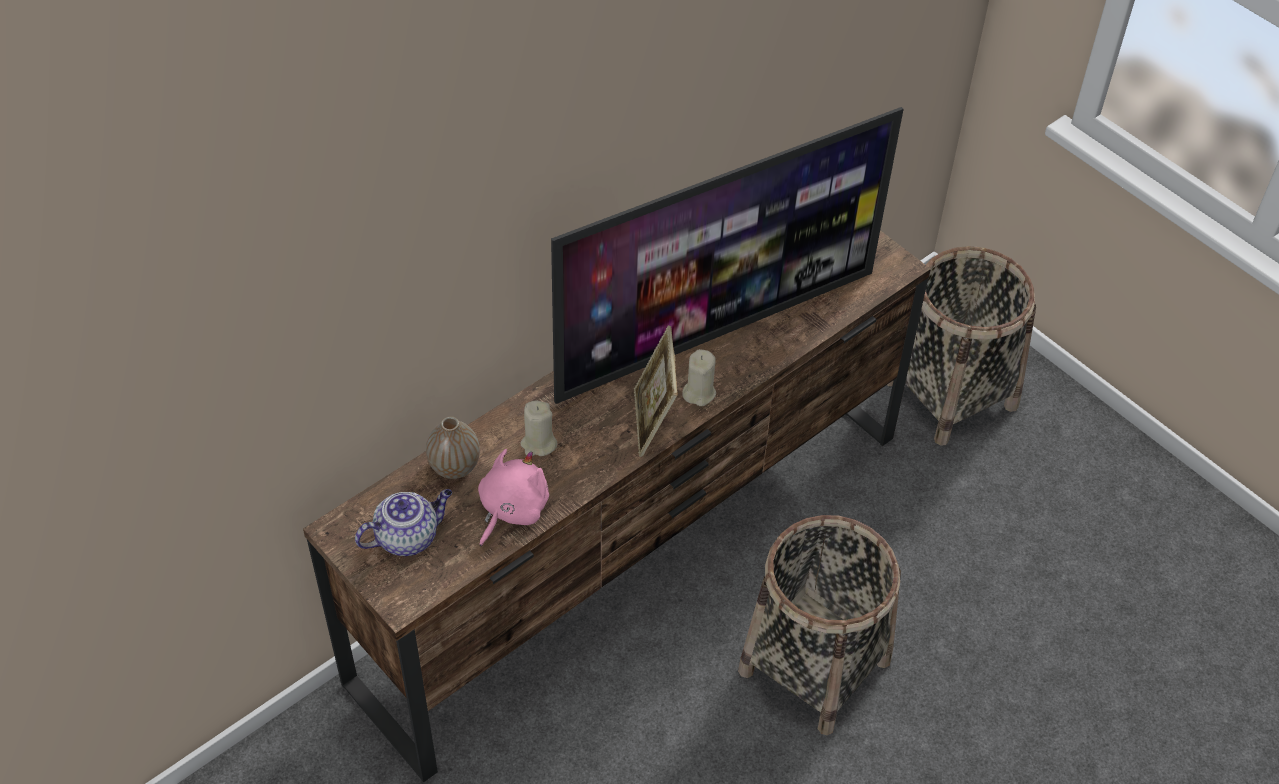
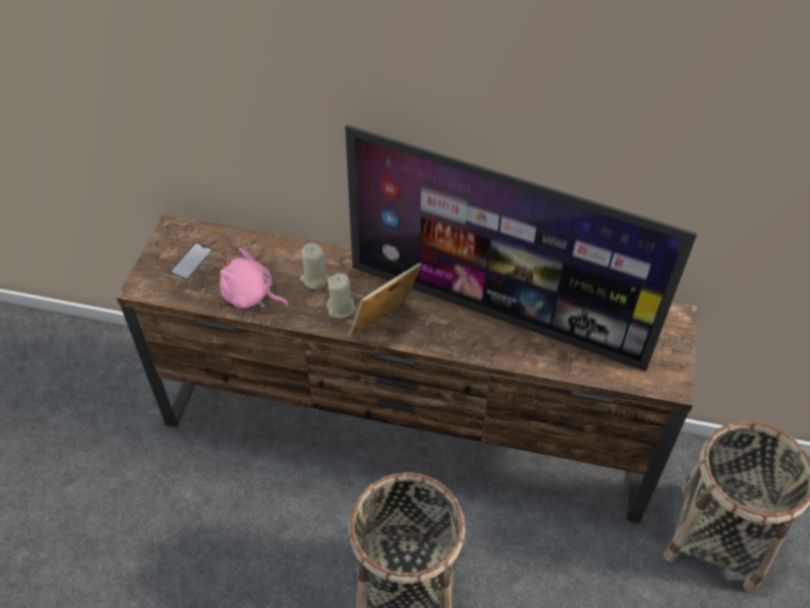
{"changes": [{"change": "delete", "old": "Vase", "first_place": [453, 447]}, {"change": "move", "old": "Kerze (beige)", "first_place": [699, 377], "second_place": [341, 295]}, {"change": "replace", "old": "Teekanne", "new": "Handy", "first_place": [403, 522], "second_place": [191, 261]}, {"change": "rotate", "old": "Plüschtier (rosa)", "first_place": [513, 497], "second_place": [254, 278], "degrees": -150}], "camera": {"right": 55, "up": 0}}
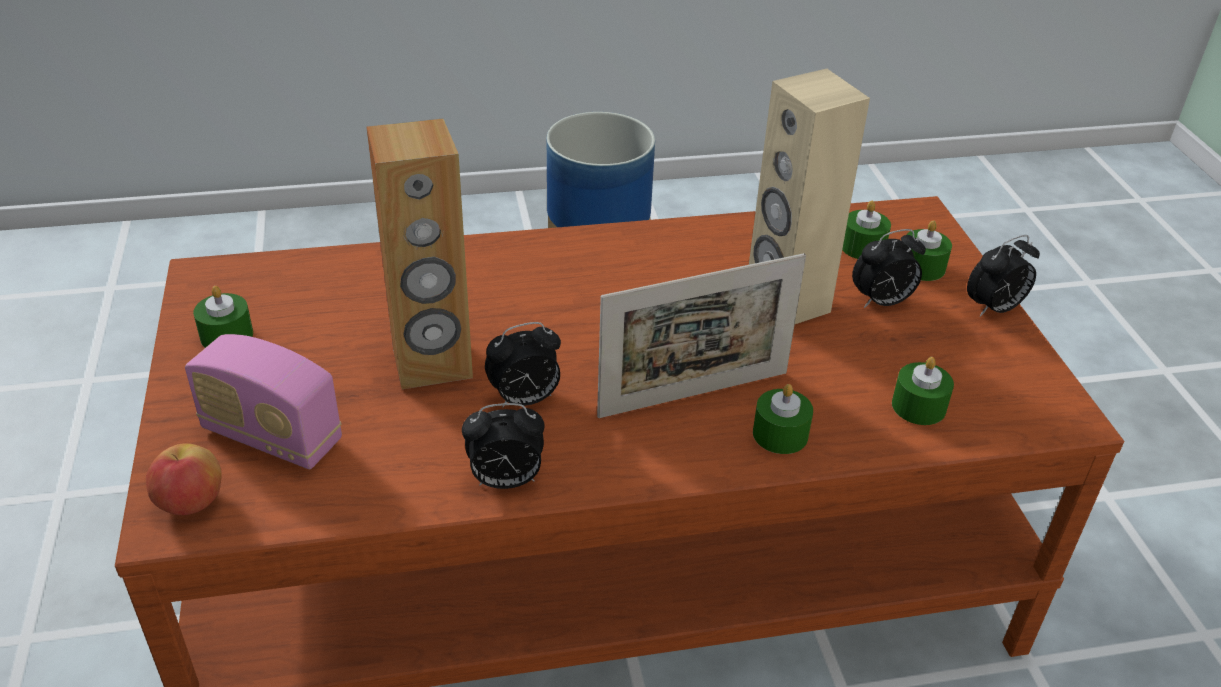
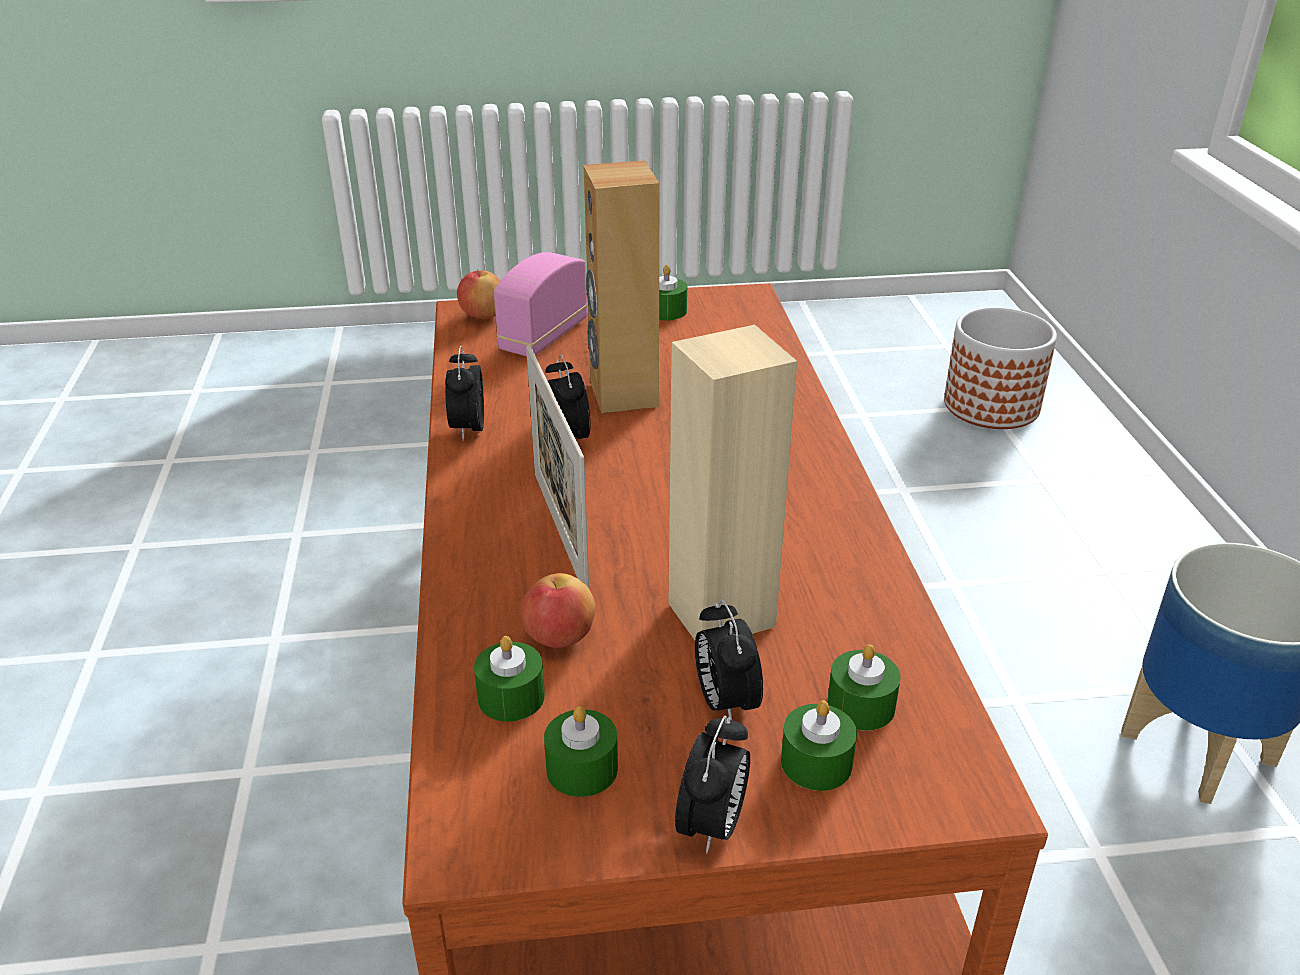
{"changes": [{"change": "insert", "new": "Apfel", "second_place": [558, 610]}, {"change": "insert", "new": "Pflanzkübel", "second_place": [1000, 368]}, {"change": "move", "old": "Kerze (grün)", "first_place": [783, 419], "second_place": [581, 751]}, {"change": "rotate", "old": "Wecker", "first_place": [1003, 276], "second_place": [712, 784], "degrees": -135}], "camera": {"right": 95, "up": -5}}
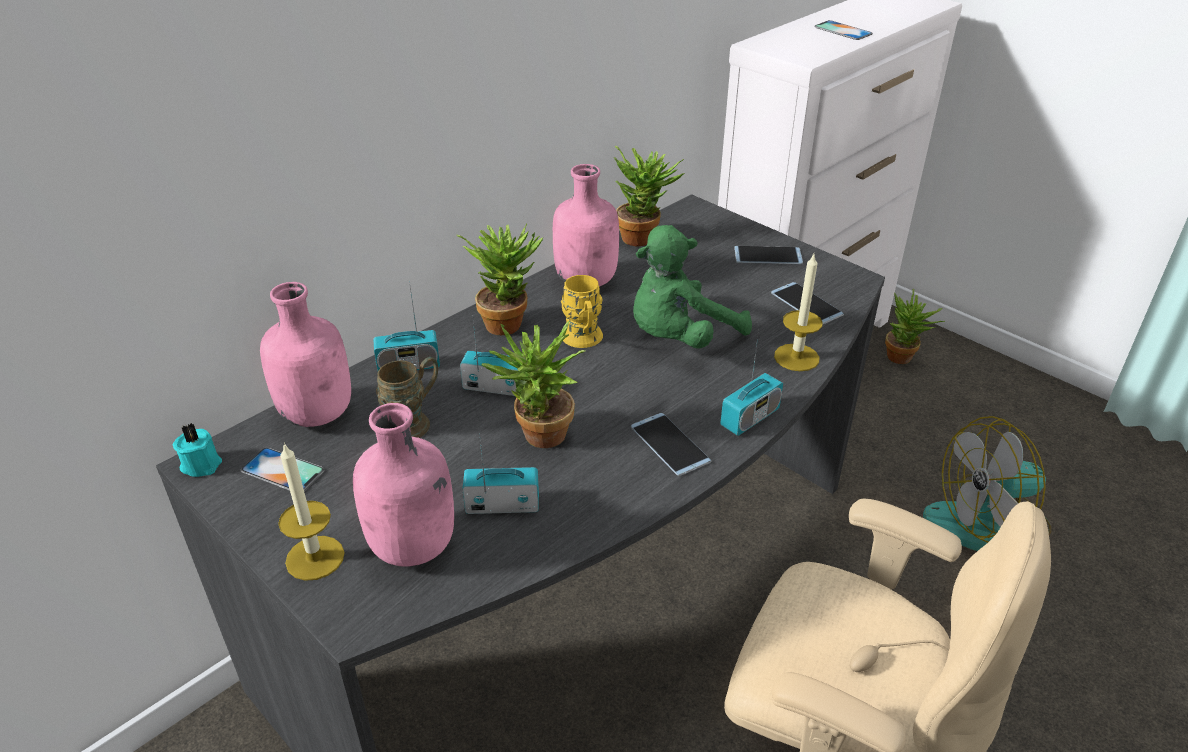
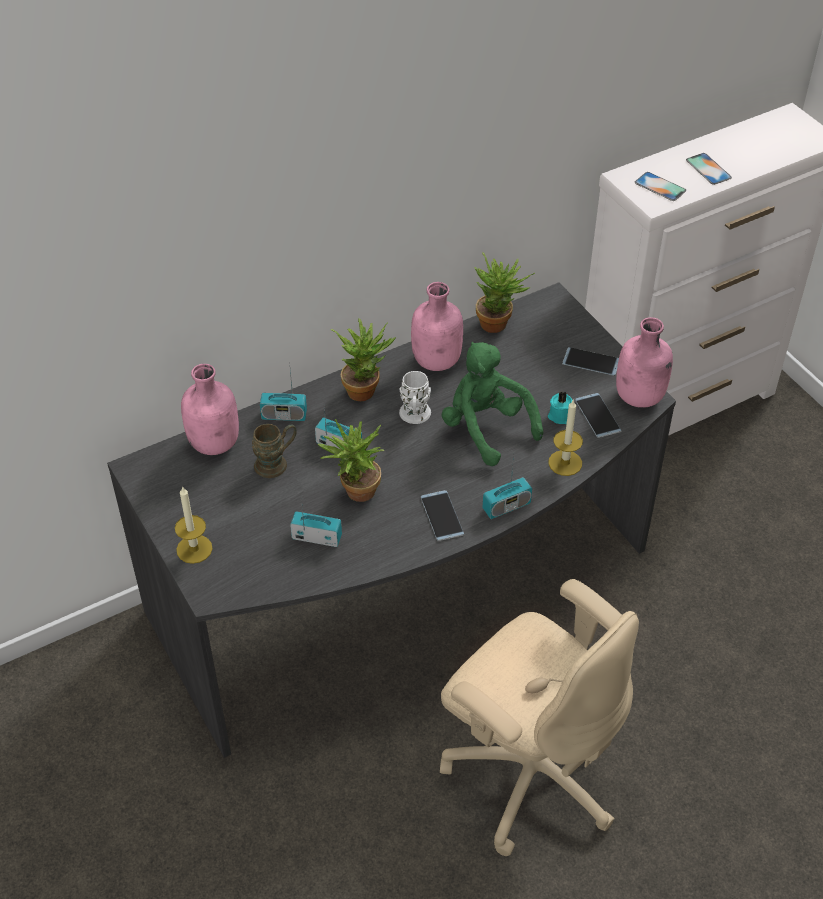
{"changes": [{"change": "delete", "old": "Topfpflanze", "first_place": [915, 326]}, {"change": "delete", "old": "Ventilator", "first_place": [987, 483]}, {"change": "move", "old": "Kerze (türkis)", "first_place": [197, 450], "second_place": [560, 407]}, {"change": "move", "old": "Handy", "first_place": [282, 469], "second_place": [660, 186]}, {"change": "move", "old": "Flasche (rosa)", "first_place": [403, 485], "second_place": [644, 362]}, {"change": "recolor", "old": "Henkelbecher (gelb)", "new": "Henkelbecher (weiß)", "first_place": [582, 311], "second_place": [415, 397]}, {"change": "rotate", "old": "Plüschtier (grün)", "first_place": [692, 287], "second_place": [492, 404], "degrees": 75}], "camera": {"right": 15, "up": 10}}
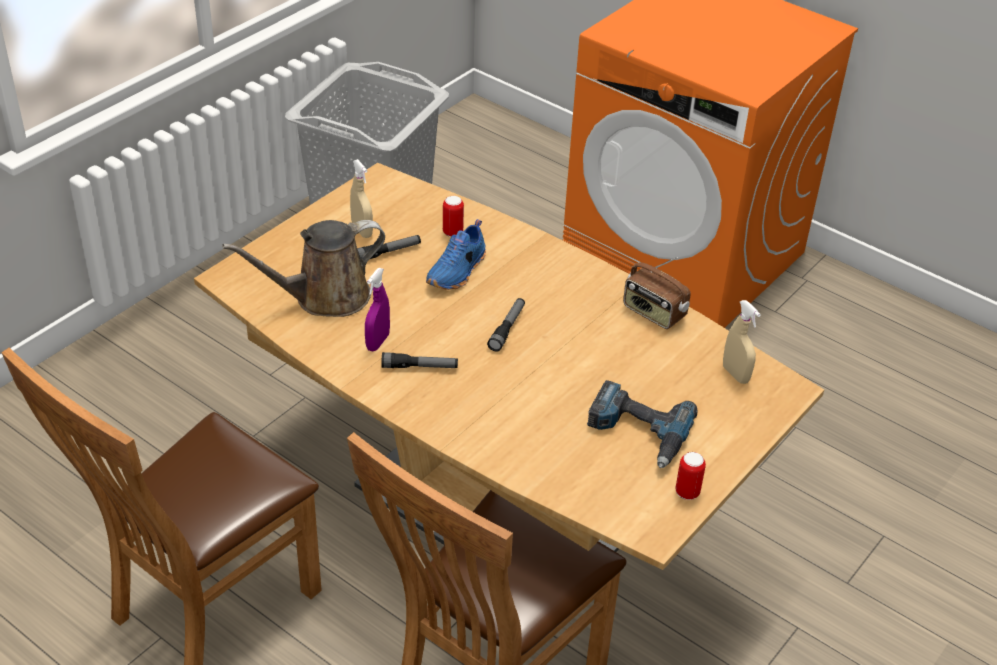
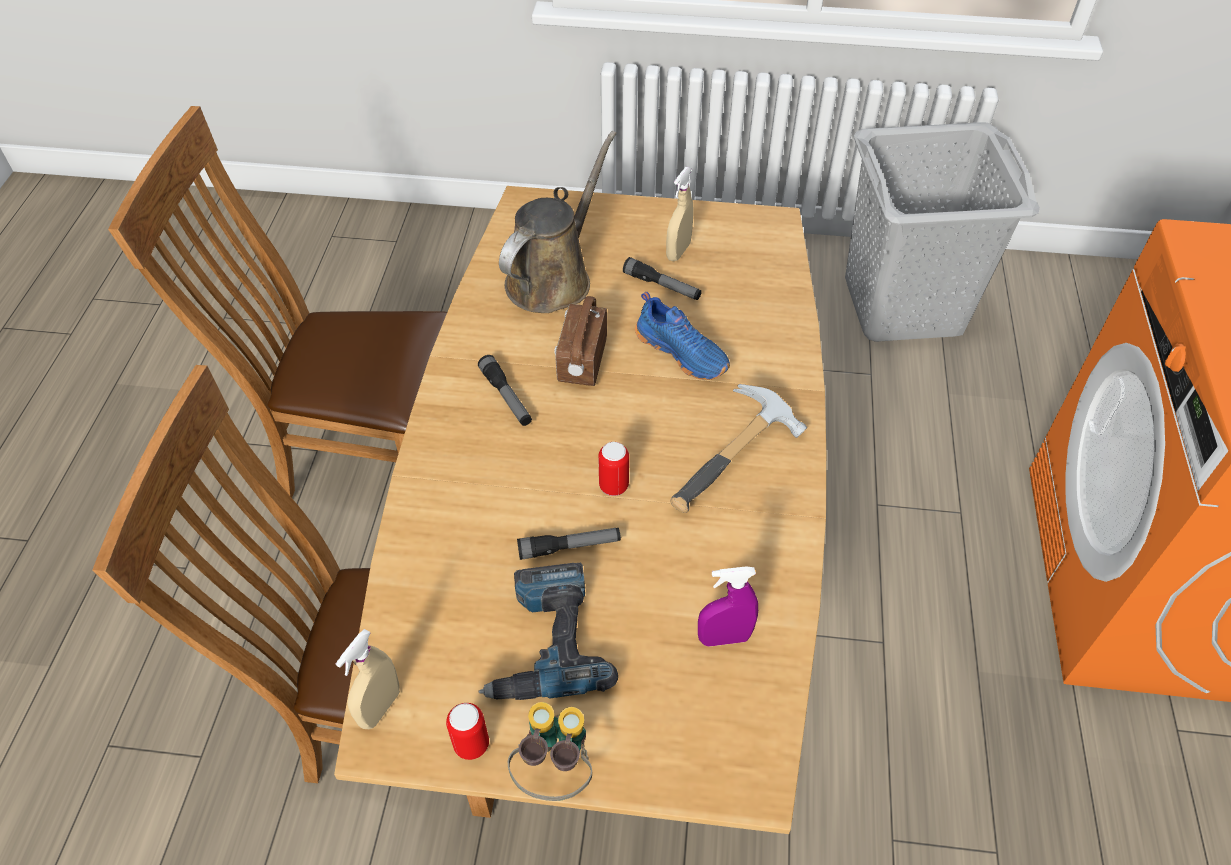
{"changes": [{"change": "insert", "new": "Fernglas", "second_place": [550, 751]}, {"change": "insert", "new": "Hammer", "second_place": [738, 448]}, {"change": "move", "old": "Sprühflasche (lila)", "first_place": [377, 309], "second_place": [728, 606]}, {"change": "move", "old": "Dose", "first_place": [453, 216], "second_place": [613, 469]}, {"change": "move", "old": "Taschenlampe", "first_place": [506, 325], "second_place": [569, 544]}, {"change": "move", "old": "Radio", "first_place": [657, 293], "second_place": [580, 341]}, {"change": "move", "old": "Sprühflasche (beige)", "first_place": [742, 342], "second_place": [367, 679]}, {"change": "rotate", "old": "Gießkanne (braun)", "first_place": [303, 268], "second_place": [558, 222], "degrees": 90}, {"change": "rotate", "old": "Schuh (blau)", "first_place": [456, 254], "second_place": [682, 335], "degrees": -135}], "camera": {"right": 60, "up": 10}}
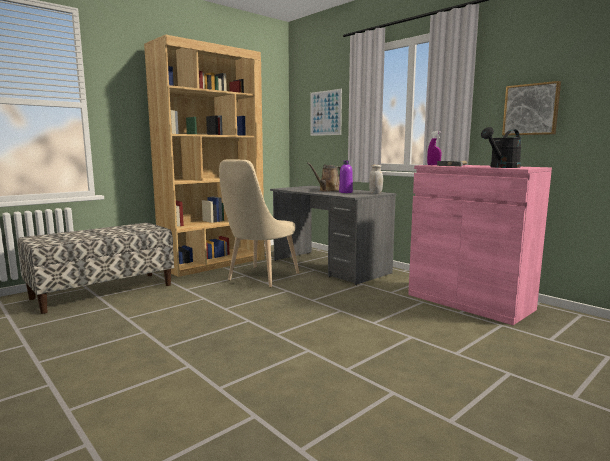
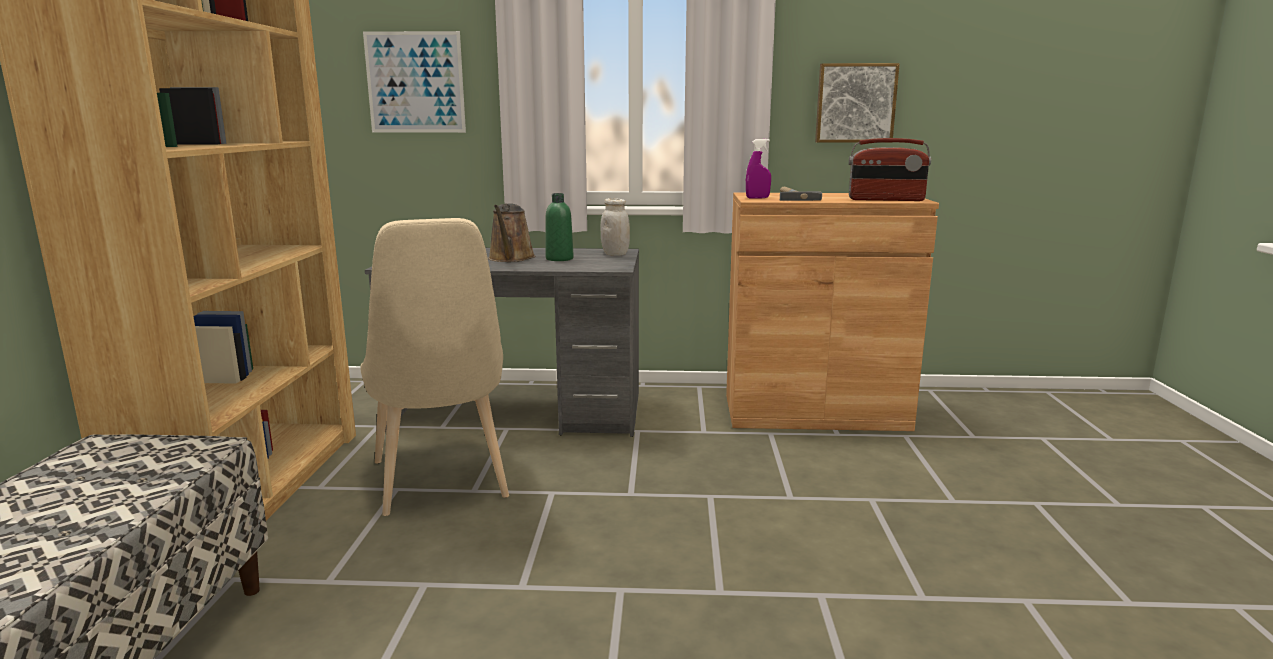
{"changes": [{"change": "replace", "old": "Gießkanne (schwarz)", "new": "Radio", "first_place": [501, 147], "second_place": [890, 169]}, {"change": "recolor", "old": "Flasche (lila)", "new": "Flasche (grün)", "first_place": [346, 176], "second_place": [559, 227]}, {"change": "recolor", "old": "Schrank (rosa)", "new": "Schrank (braun)", "first_place": [480, 245], "second_place": [832, 312]}], "camera": {"right": -45, "up": 5}}
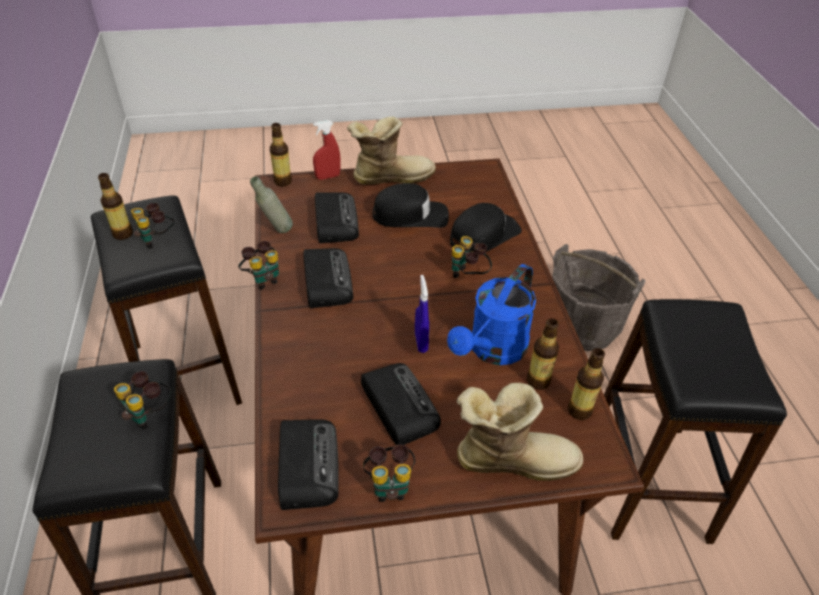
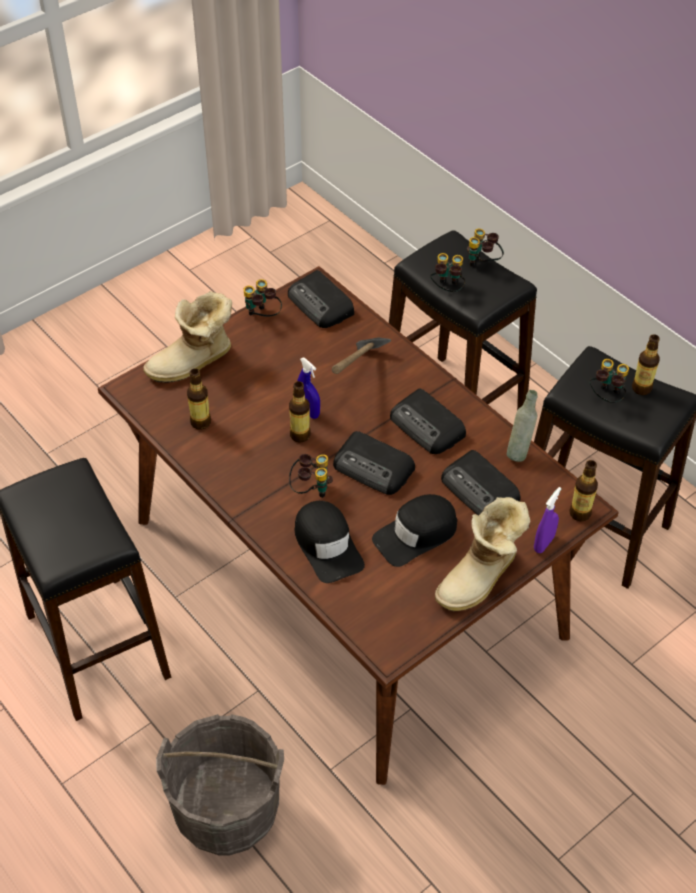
{"changes": [{"change": "delete", "old": "Gießkanne (blau)", "first_place": [491, 314]}, {"change": "insert", "new": "Hammer", "second_place": [361, 355]}, {"change": "move", "old": "Fernglas", "first_place": [258, 265], "second_place": [485, 248]}, {"change": "move", "old": "Radio", "first_place": [401, 404], "second_place": [374, 463]}, {"change": "move", "old": "Flasche", "first_place": [586, 384], "second_place": [300, 412]}, {"change": "recolor", "old": "Sprühflasche (rot)", "new": "Sprühflasche (lila)", "first_place": [327, 150], "second_place": [548, 520]}, {"change": "rotate", "old": "Kappe (schwarz)", "first_place": [486, 227], "second_place": [330, 542], "degrees": -45}], "camera": {"right": 150, "up": 5}}
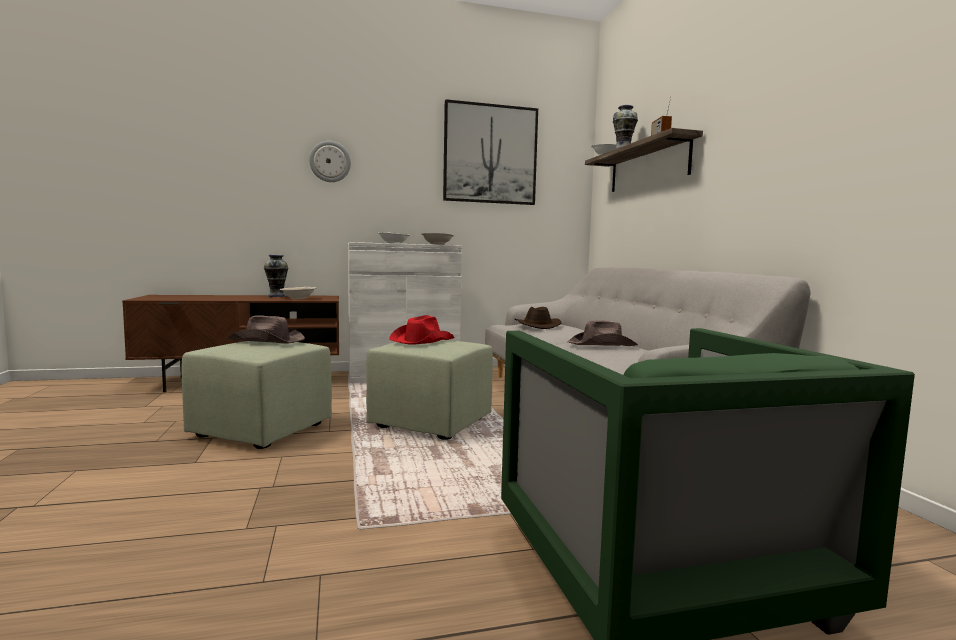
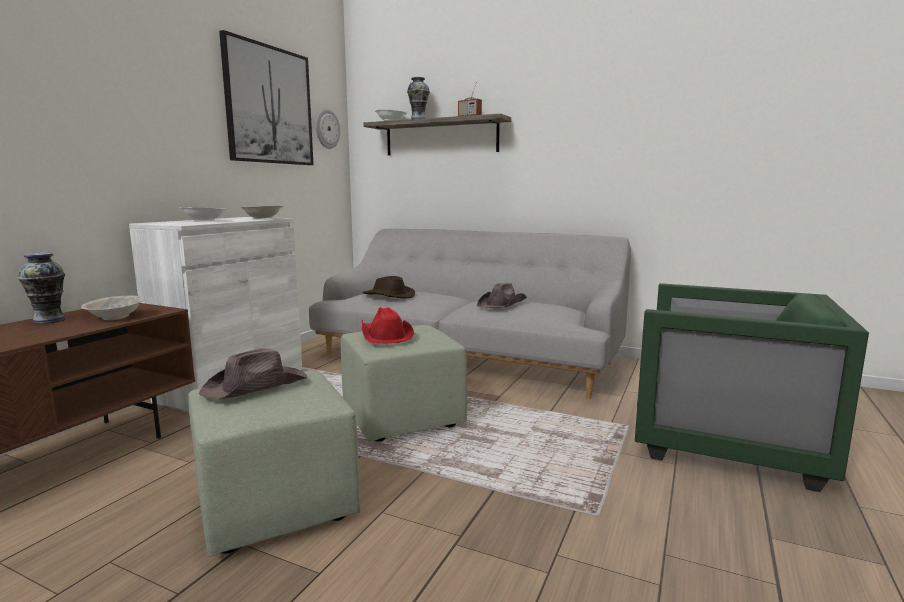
{"changes": [{"change": "move", "old": "Wanduhr", "first_place": [330, 161], "second_place": [328, 129]}], "camera": {"right": -50, "up": 5}}
